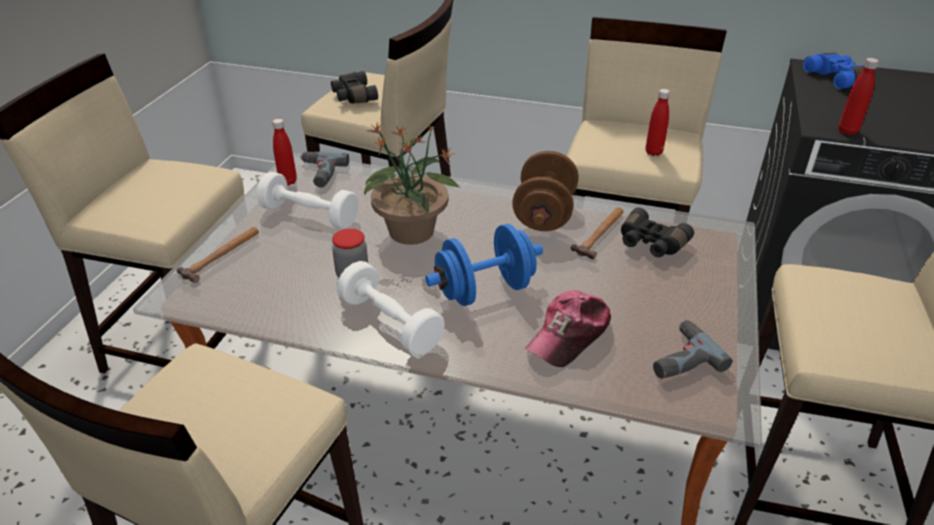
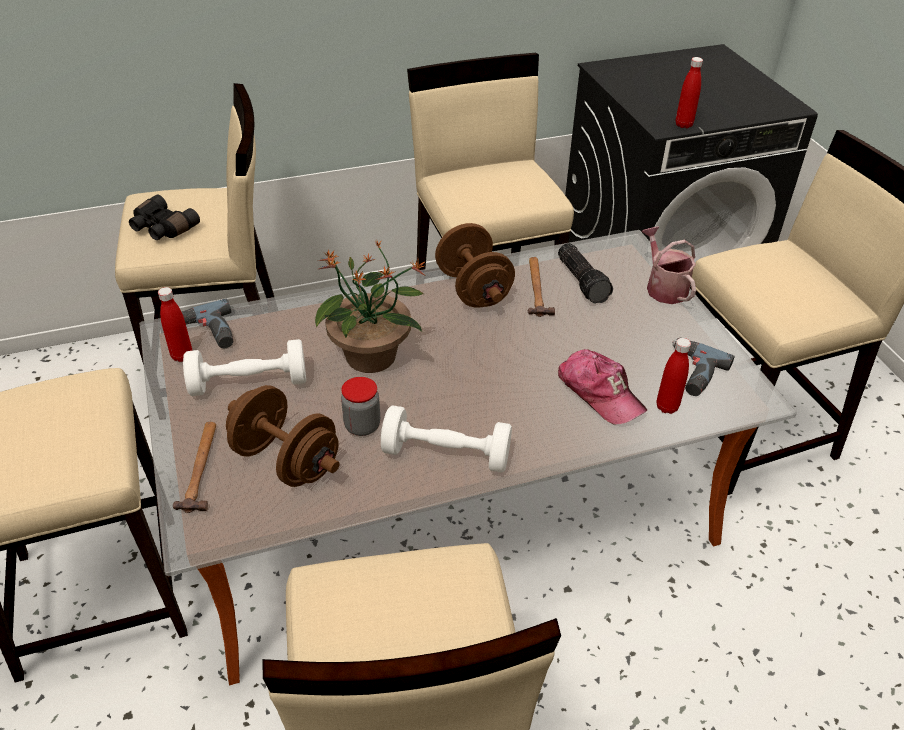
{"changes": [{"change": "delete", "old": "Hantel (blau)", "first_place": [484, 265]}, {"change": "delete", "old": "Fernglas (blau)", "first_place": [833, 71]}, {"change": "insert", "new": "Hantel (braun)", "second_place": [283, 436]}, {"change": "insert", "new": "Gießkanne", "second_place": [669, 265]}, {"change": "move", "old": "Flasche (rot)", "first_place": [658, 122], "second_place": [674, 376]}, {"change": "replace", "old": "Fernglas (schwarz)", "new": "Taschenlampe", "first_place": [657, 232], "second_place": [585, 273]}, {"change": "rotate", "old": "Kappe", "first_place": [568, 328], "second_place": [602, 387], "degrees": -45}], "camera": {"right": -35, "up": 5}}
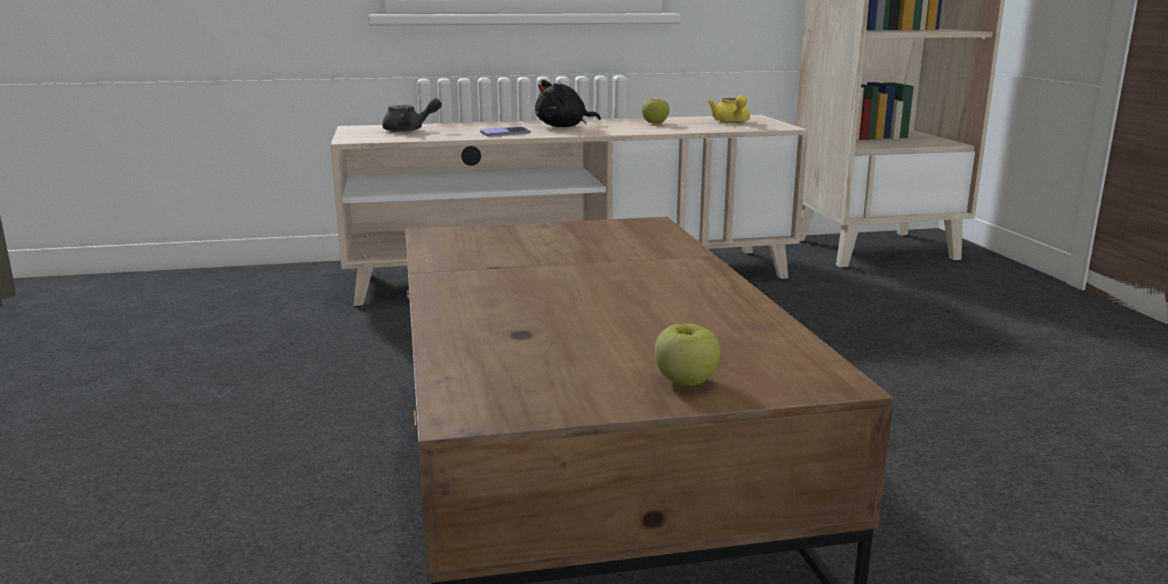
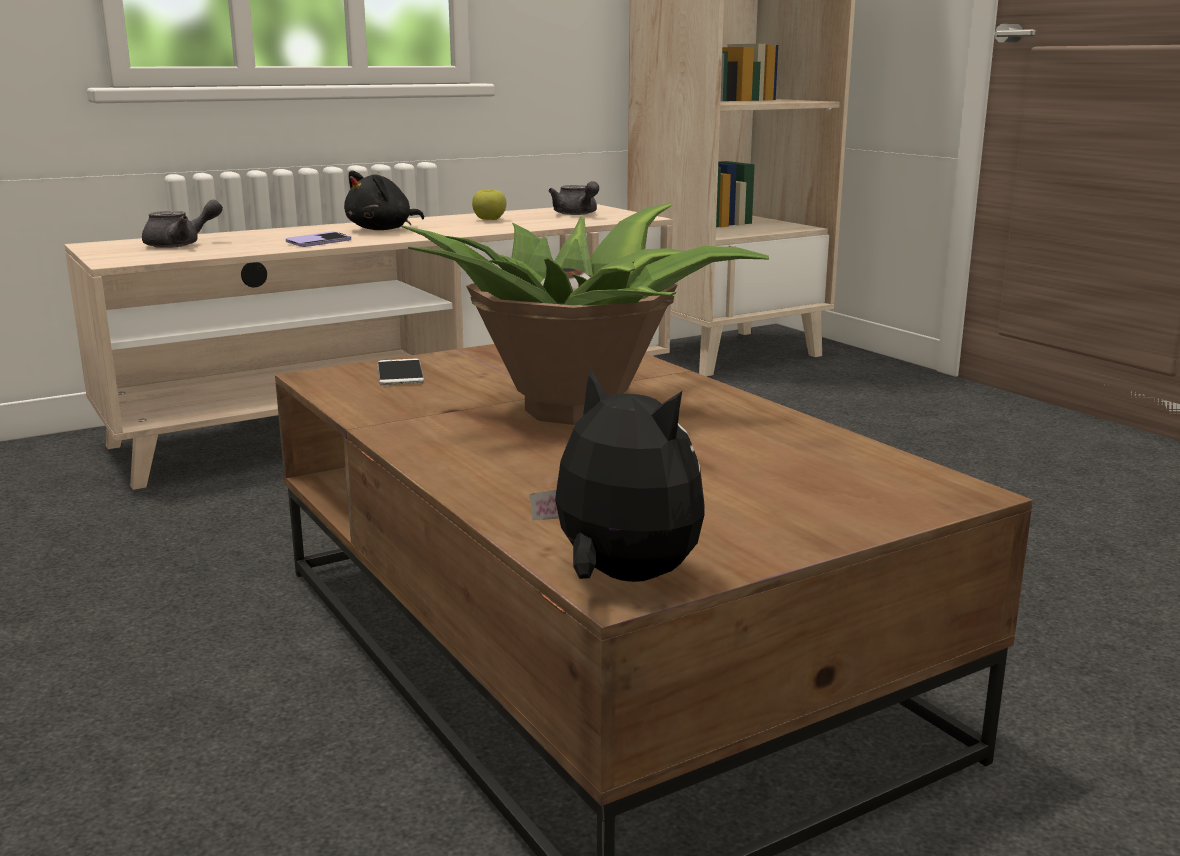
{"changes": [{"change": "delete", "old": "Apfel", "first_place": [687, 355]}, {"change": "insert", "new": "Handy", "second_place": [400, 372]}, {"change": "insert", "new": "Topfpflanze", "second_place": [585, 314]}, {"change": "insert", "new": "Plüschtier", "second_place": [617, 475]}, {"change": "recolor", "old": "Teekanne (gelb)", "new": "Teekanne (grau)", "first_place": [729, 109], "second_place": [574, 198]}], "camera": {"right": -20, "up": 0}}
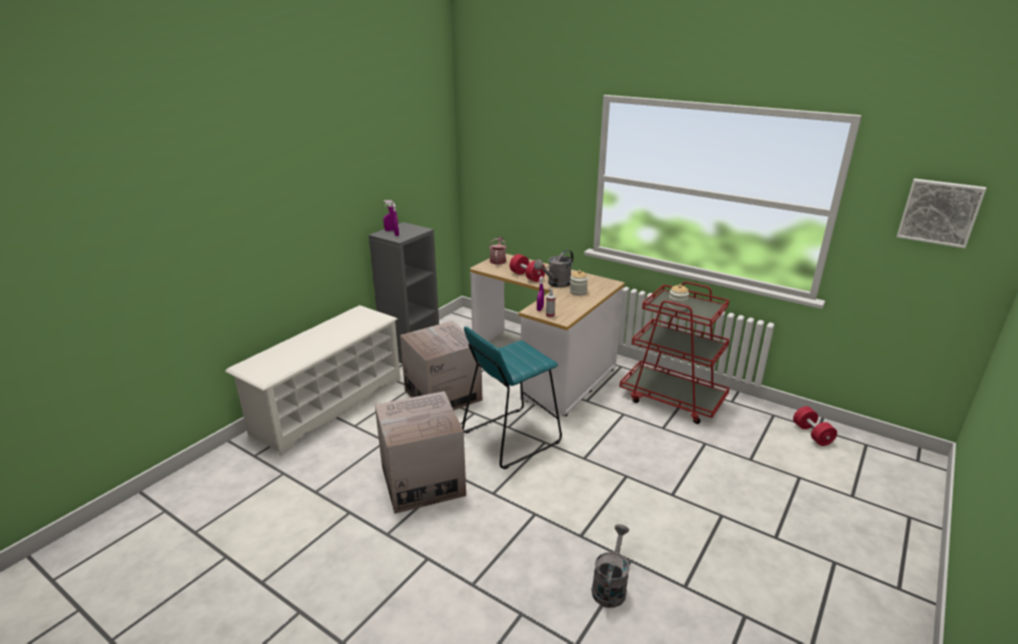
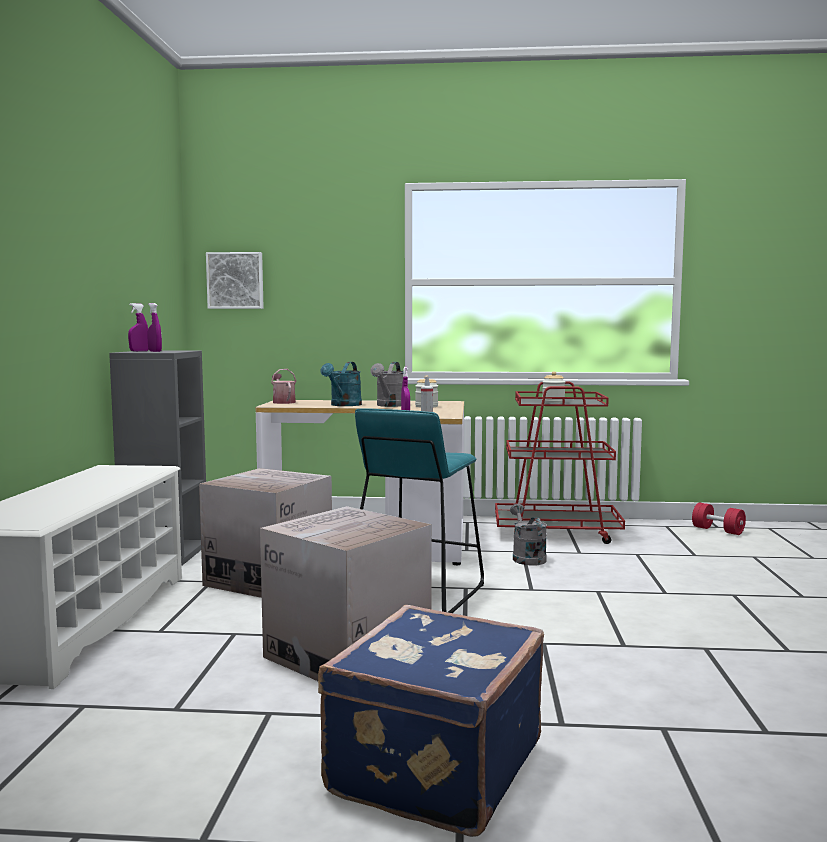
{"changes": [{"change": "insert", "new": "Koffer (blau)", "second_place": [431, 721]}, {"change": "move", "old": "Gießkanne (grau)", "first_place": [610, 566], "second_place": [528, 535]}, {"change": "move", "old": "Bild", "first_place": [941, 213], "second_place": [235, 280]}, {"change": "replace", "old": "Hantel (rot)", "new": "Gießkanne (türkis)", "first_place": [527, 268], "second_place": [341, 384]}], "camera": {"right": -30, "up": -20}}
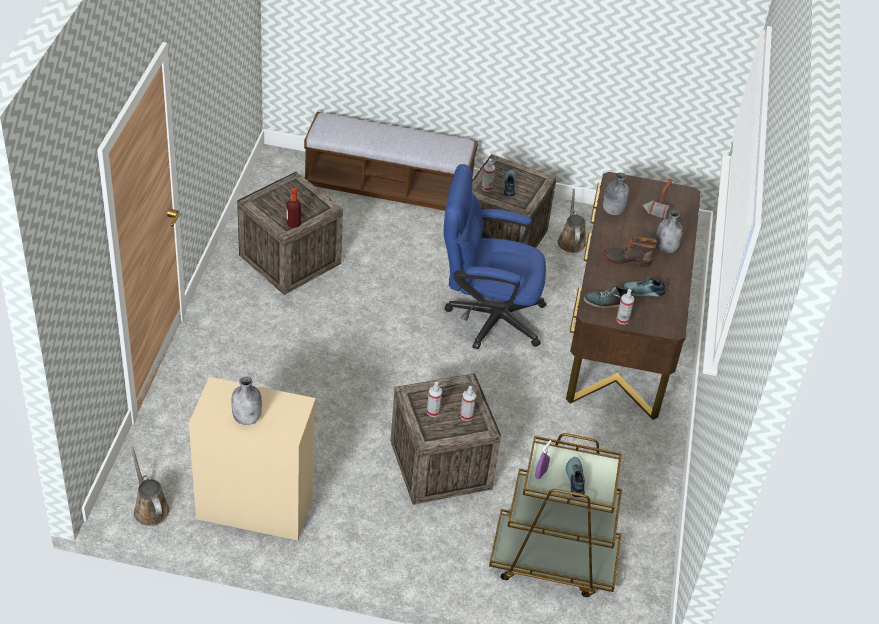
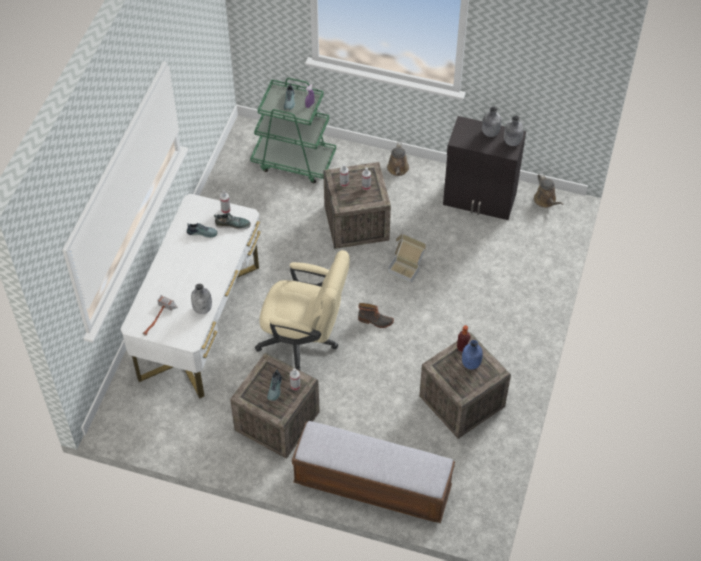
{"changes": [{"change": "insert", "new": "Karton", "second_place": [406, 259]}, {"change": "insert", "new": "Flasche (blau)", "second_place": [472, 355]}, {"change": "move", "old": "Gießkanne (braun)", "first_place": [571, 221], "second_place": [398, 159]}, {"change": "move", "old": "Stiefel", "first_place": [630, 251], "second_place": [376, 315]}, {"change": "move", "old": "Flasche (grau)", "first_place": [669, 231], "second_place": [514, 131]}, {"change": "recolor", "old": "Schrank (beige)", "new": "Schrank (schwarz)", "first_place": [252, 458], "second_place": [484, 168]}, {"change": "recolor", "old": "Bürostuhl (blau)", "new": "Bürostuhl (beige)", "first_place": [494, 257], "second_place": [302, 310]}, {"change": "recolor", "old": "Rollwagen (braun)", "new": "Rollwagen (grün)", "first_place": [555, 515], "second_place": [293, 130]}, {"change": "recolor", "old": "Schreibtisch (braun)", "new": "Schreibtisch (weiß)", "first_place": [633, 296], "second_place": [190, 296]}], "camera": {"right": -170, "up": 10}}
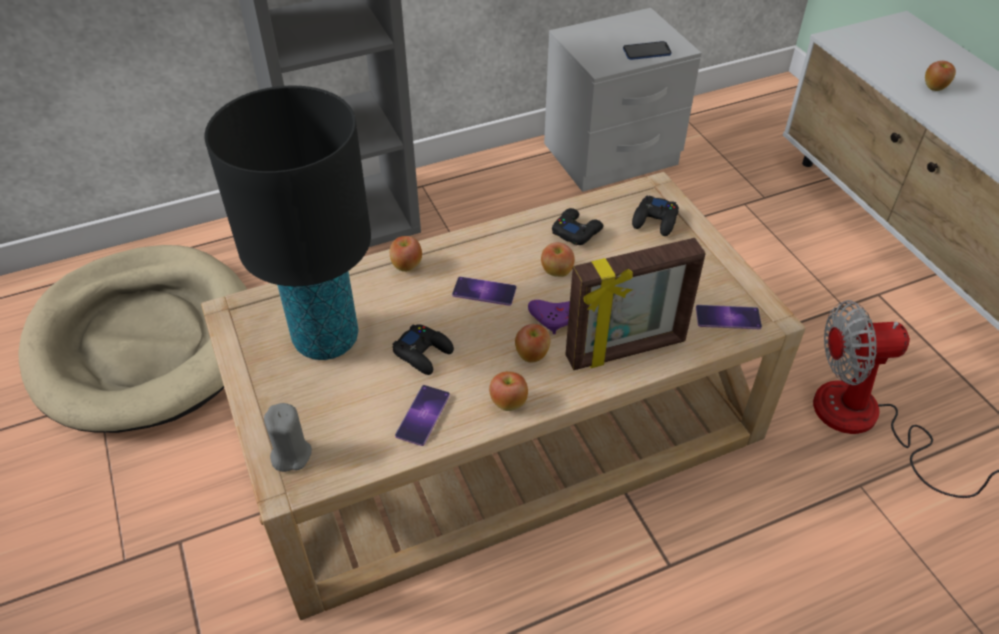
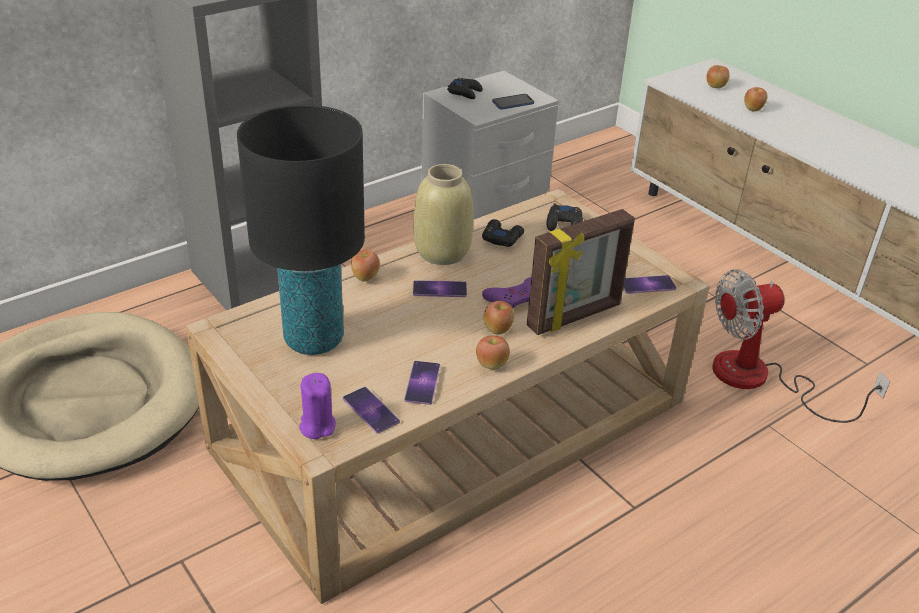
{"changes": [{"change": "insert", "new": "Handy", "second_place": [371, 410]}, {"change": "insert", "new": "Vase (beige)", "second_place": [443, 214]}, {"change": "move", "old": "Gamepad (schwarz)", "first_place": [423, 349], "second_place": [465, 88]}, {"change": "move", "old": "Apfel", "first_place": [558, 259], "second_place": [718, 76]}, {"change": "recolor", "old": "Kerze (grau)", "new": "Kerze (lila)", "first_place": [288, 437], "second_place": [317, 406]}], "camera": {"right": -15, "up": -10}}
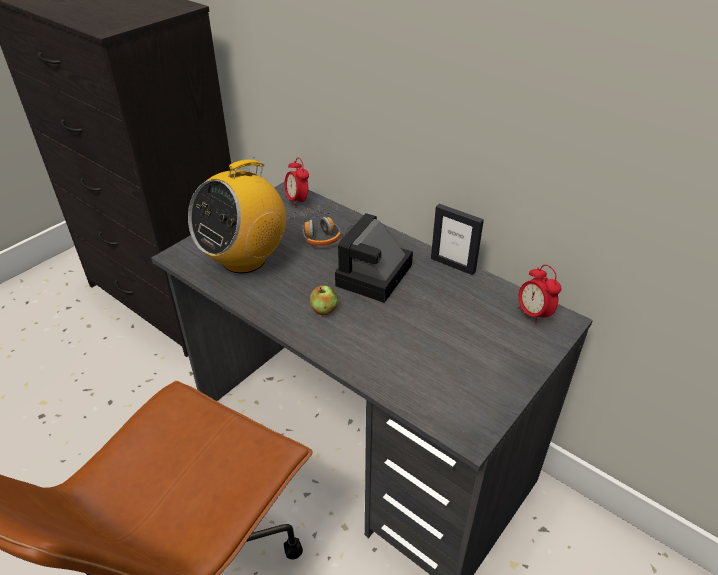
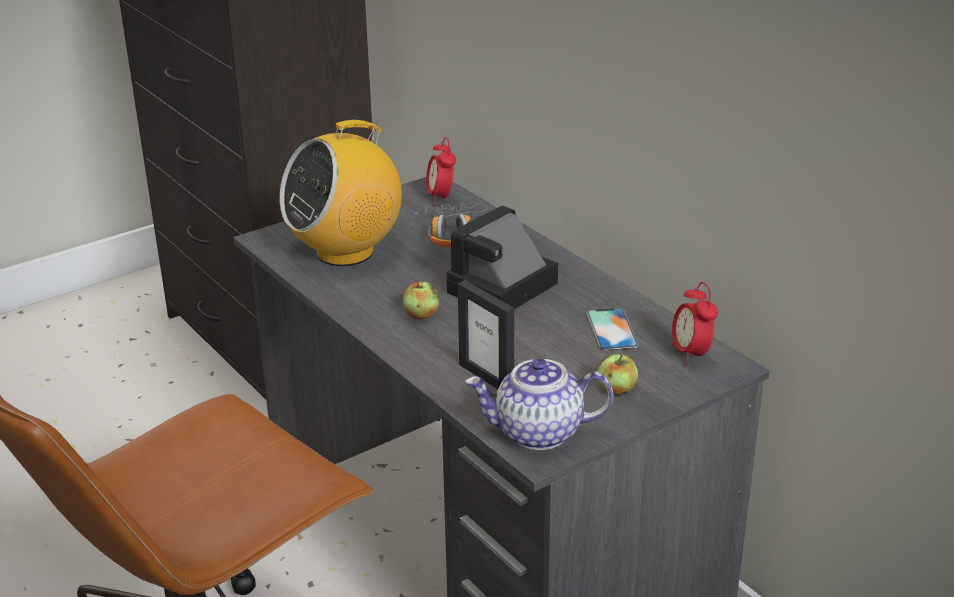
{"changes": [{"change": "insert", "new": "Teekanne", "second_place": [539, 404]}, {"change": "insert", "new": "Handy", "second_place": [612, 329]}, {"change": "insert", "new": "Apfel", "second_place": [617, 374]}, {"change": "move", "old": "Bilderrahmen", "first_place": [457, 239], "second_place": [486, 334]}], "camera": {"right": 15, "up": -10}}
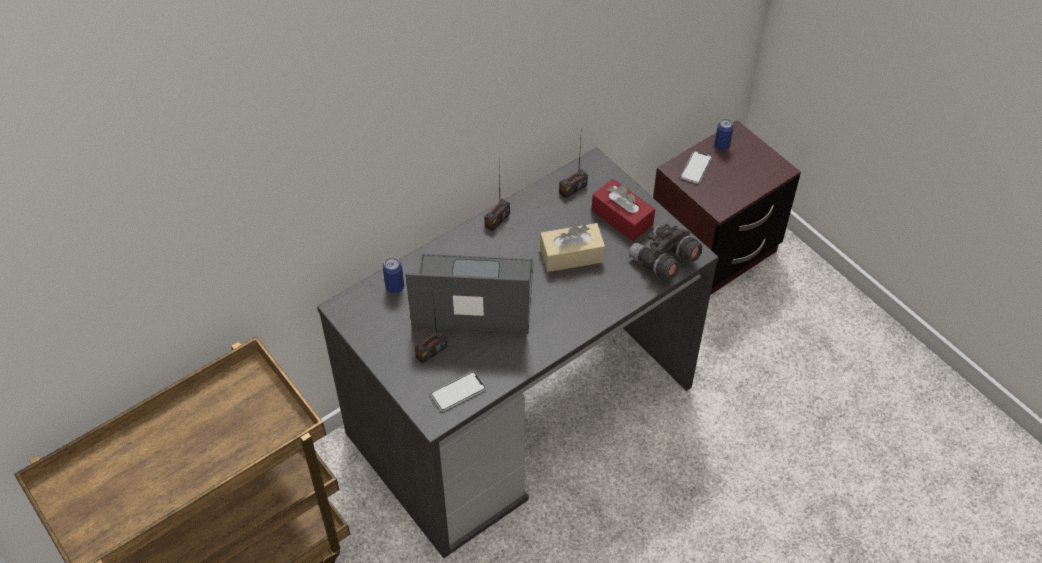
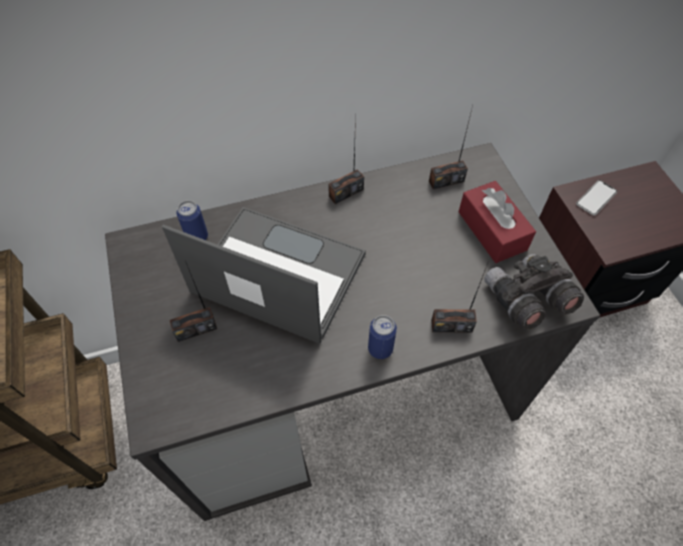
{"changes": [{"change": "delete", "old": "Handy", "first_place": [458, 391]}, {"change": "delete", "old": "Taschentuchbox (beige)", "first_place": [572, 247]}, {"change": "insert", "new": "Radio", "second_place": [460, 297]}, {"change": "move", "old": "Dose", "first_place": [724, 134], "second_place": [382, 337]}], "camera": {"right": 20, "up": 5}}
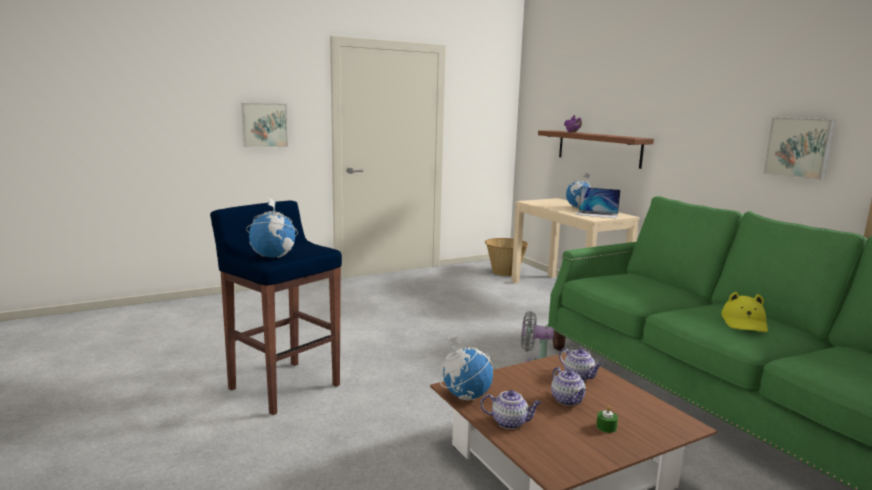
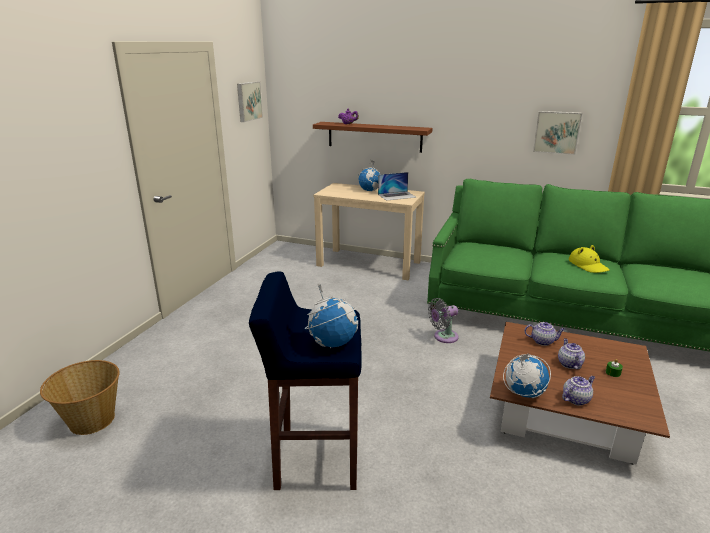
{"changes": [{"change": "move", "old": "Bild", "first_place": [264, 125], "second_place": [250, 101]}, {"change": "move", "old": "Korb", "first_place": [506, 257], "second_place": [80, 397]}, {"change": "rotate", "old": "Teekanne", "first_place": [568, 386], "second_place": [571, 353], "degrees": -120}], "camera": {"right": -40, "up": 10}}
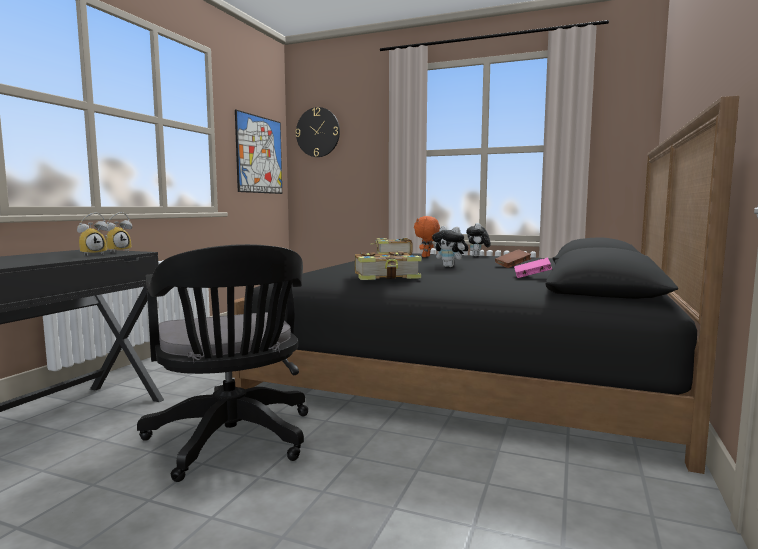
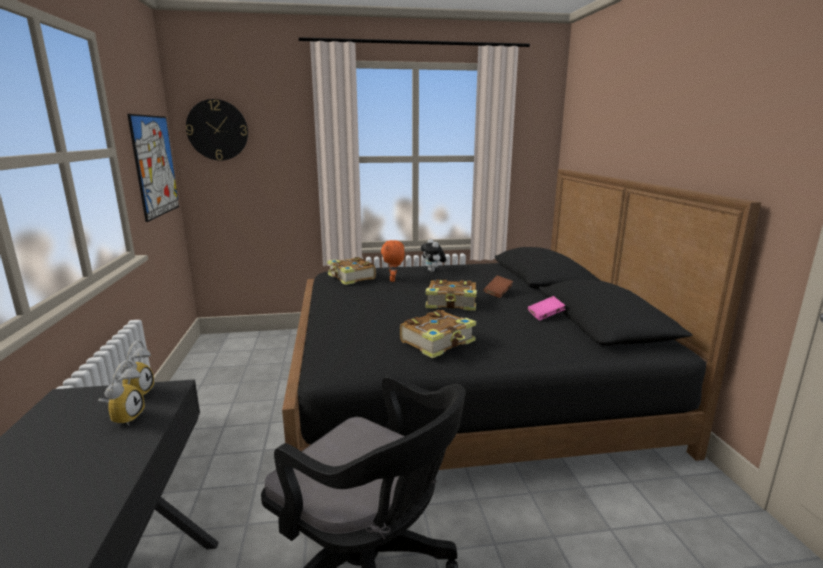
{"changes": [{"change": "replace", "old": "Plüschtier", "new": "Buch", "first_place": [450, 246], "second_place": [451, 295]}], "camera": {"right": -30, "up": 10}}
